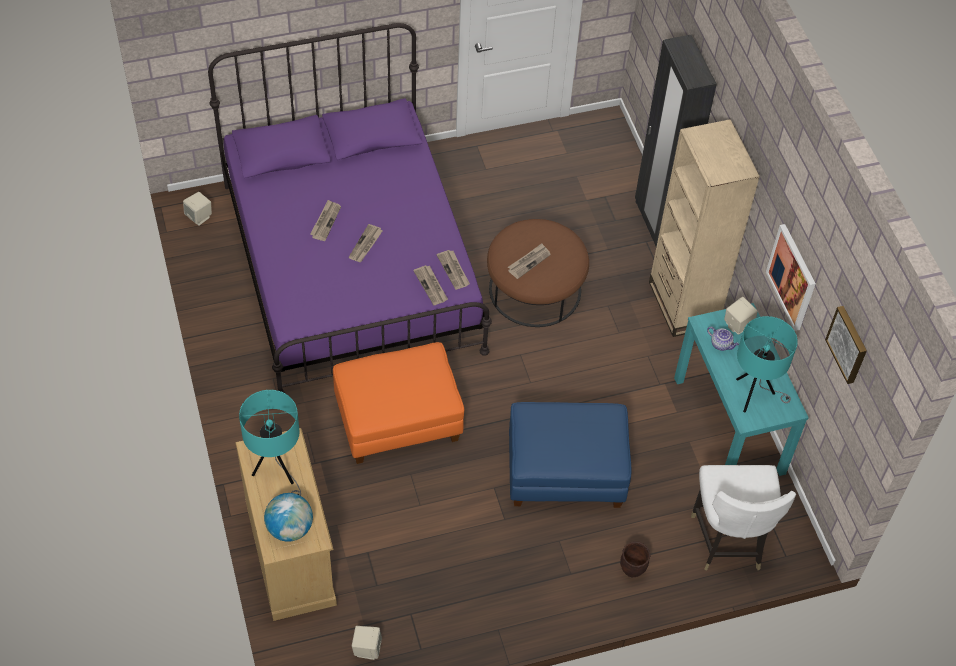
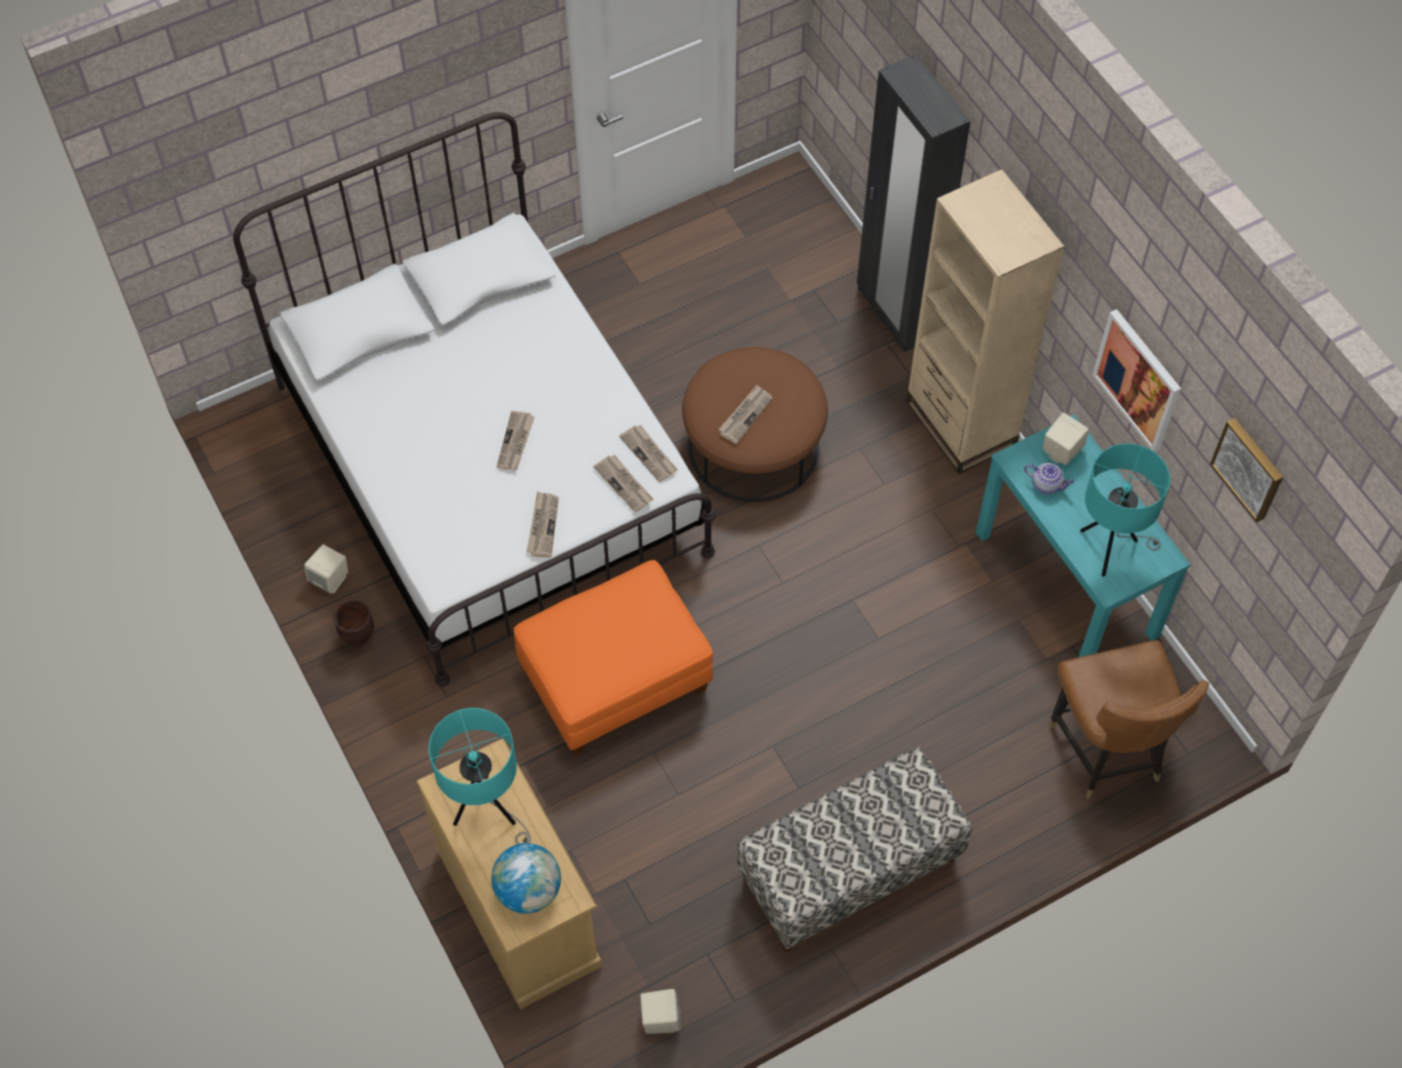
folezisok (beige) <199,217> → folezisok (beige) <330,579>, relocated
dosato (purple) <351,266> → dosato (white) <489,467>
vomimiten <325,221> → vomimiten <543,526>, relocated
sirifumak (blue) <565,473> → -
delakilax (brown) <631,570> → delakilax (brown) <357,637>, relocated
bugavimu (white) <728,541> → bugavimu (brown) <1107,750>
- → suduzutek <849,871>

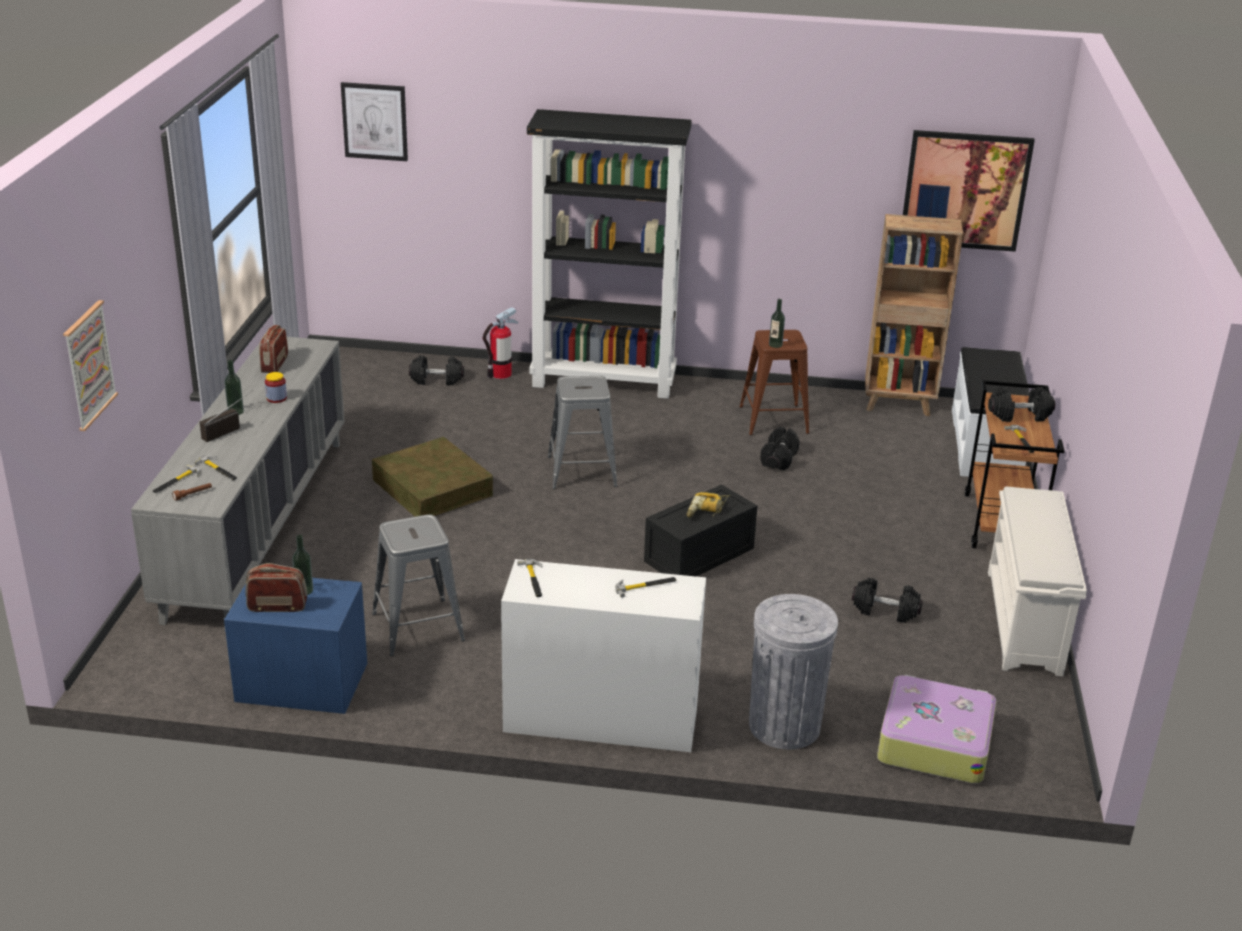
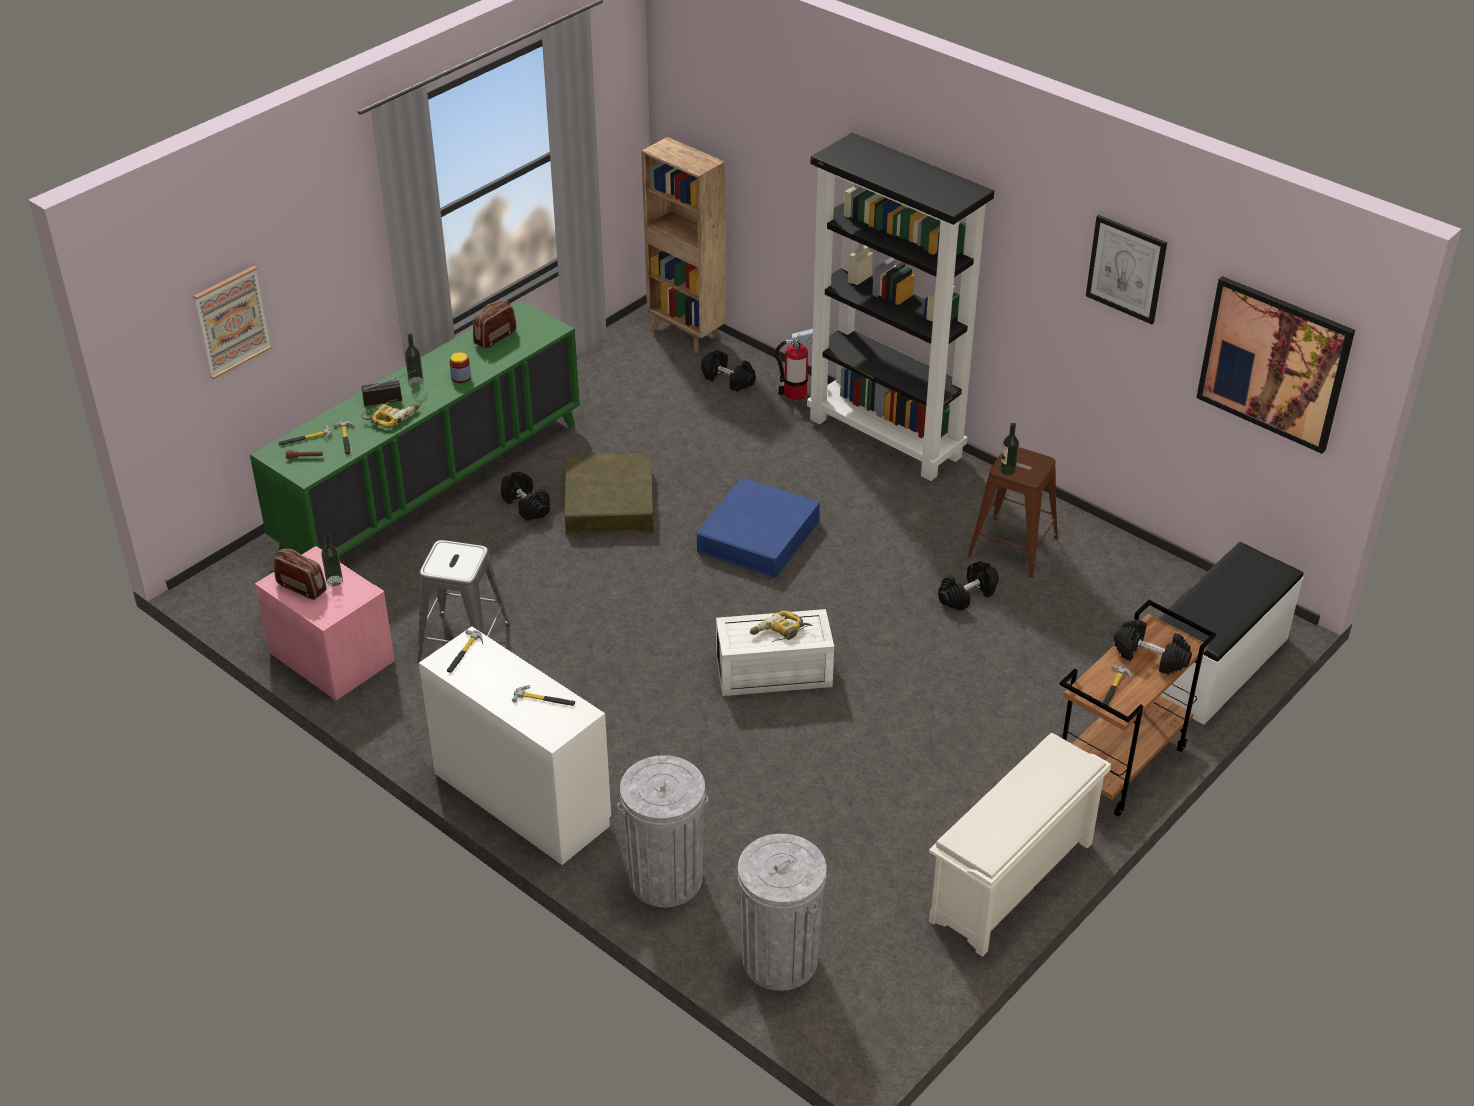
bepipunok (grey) <257,526> → bepipunok (green) <431,488>
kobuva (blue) <301,681> → kobuva (pink) <331,656>
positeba <375,121> → positeba <1126,269>, relocated
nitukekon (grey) <581,472> → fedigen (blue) <758,536>
fedigen (black) <699,556> → fedigen (white) <772,673>
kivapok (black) <885,610> → kivapok (black) <526,506>, relocated
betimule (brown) <899,405> → betimule (brown) <686,334>, relocated
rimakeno <933,742> → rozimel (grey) <779,959>
- → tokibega <392,416>

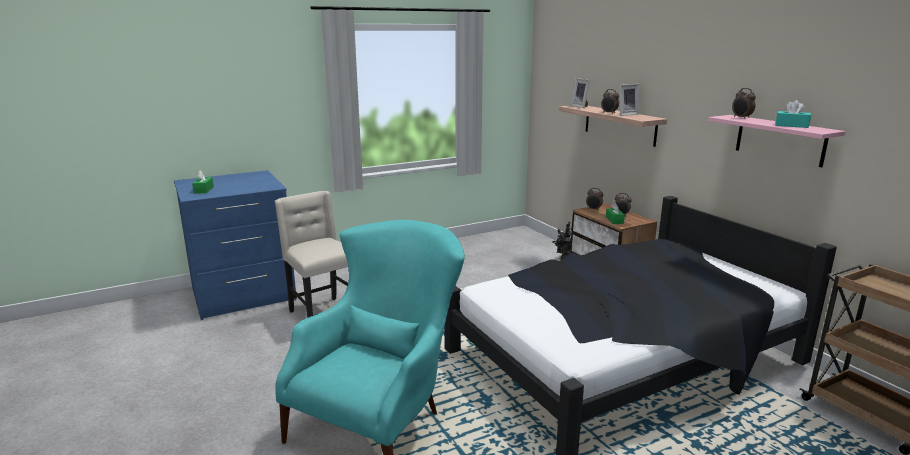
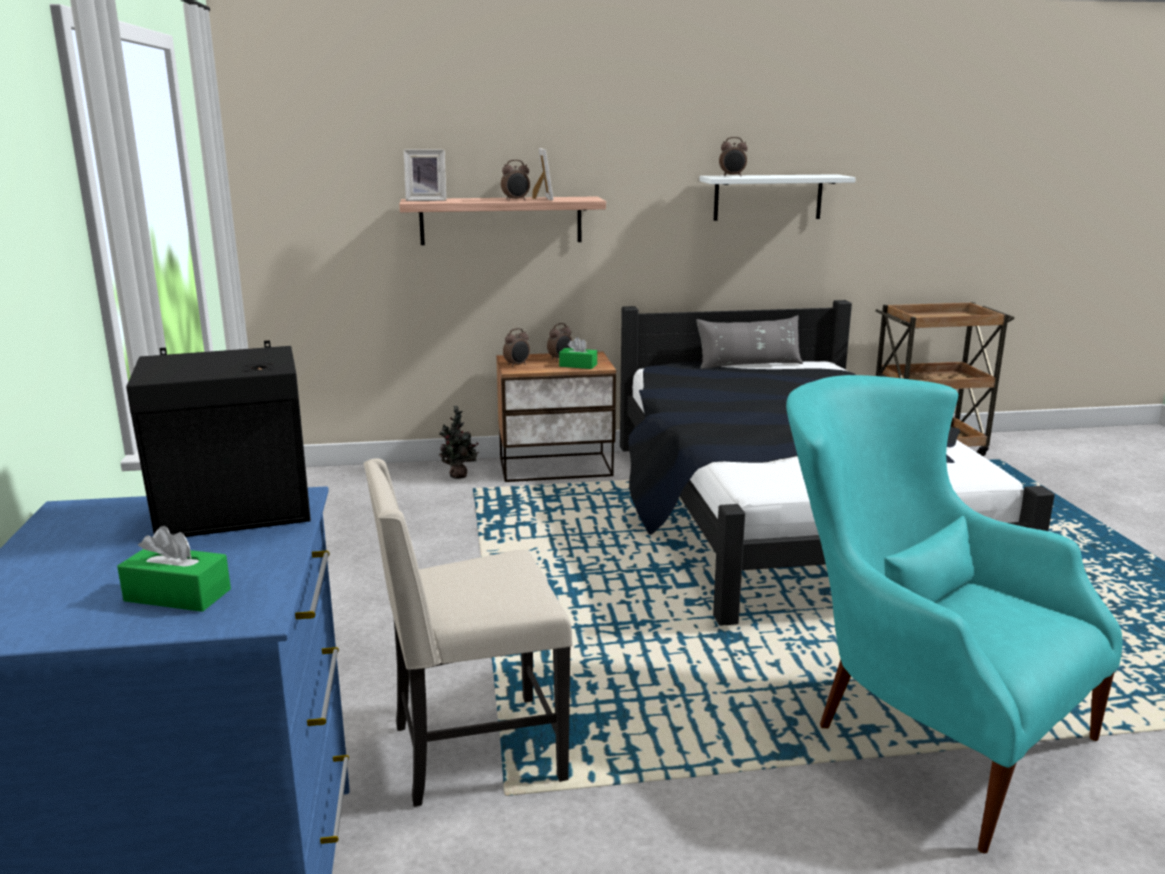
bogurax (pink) <780,140> → bogurax (white) <768,197>
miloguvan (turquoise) <791,125> → -
- → folezisok (black) <238,516>
- → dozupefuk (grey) <749,365>

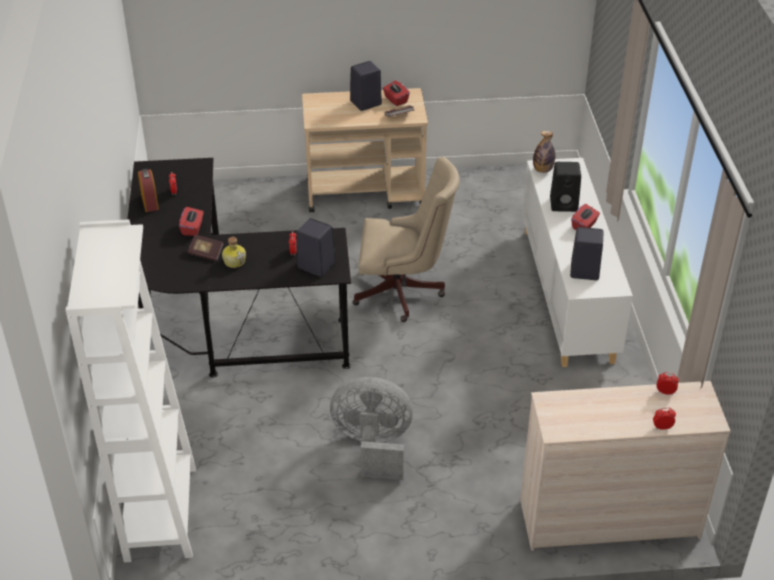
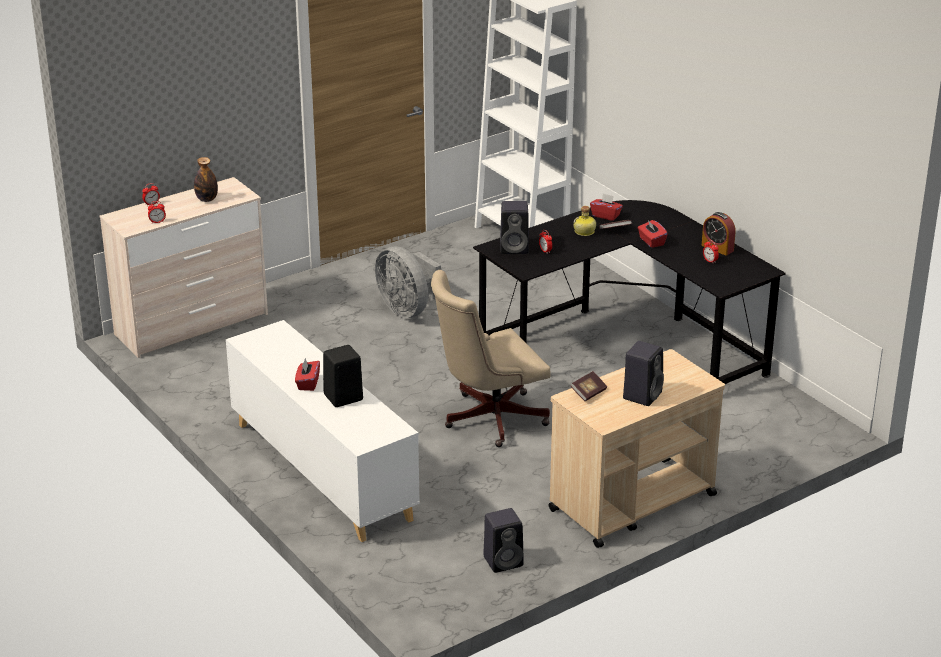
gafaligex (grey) <373,447> → gafaligex (grey) <408,310>, 75 degrees clockwise
miloguvan (red) <395,100> → miloguvan (red) <606,215>, relocated
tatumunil <542,170> → tatumunil <206,199>, relocated
folezisok (black) <583,271> → folezisok (black) <504,561>, relocated

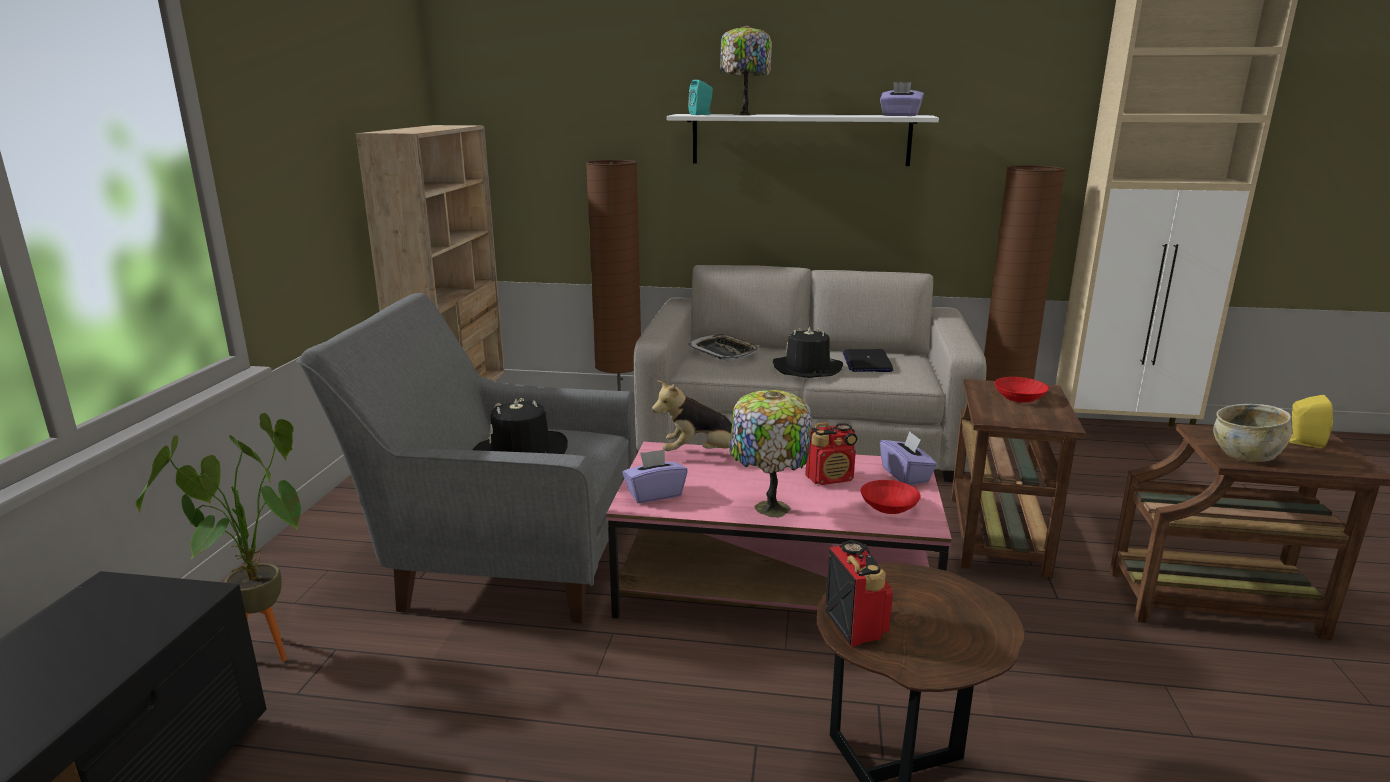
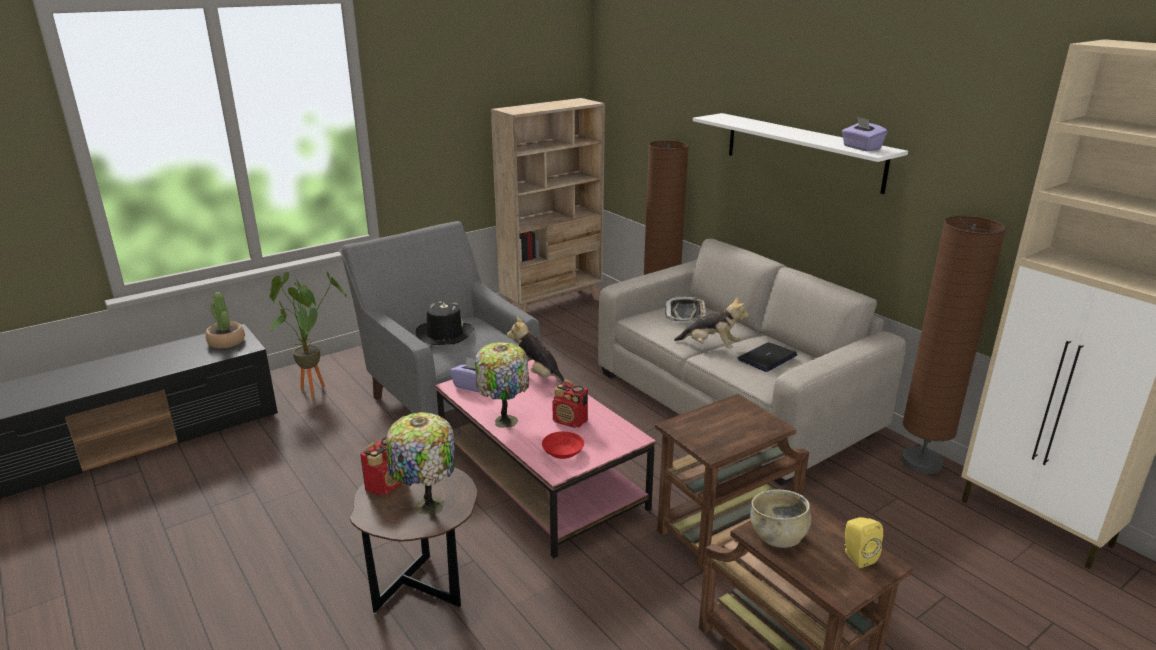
folezisok (turquoise) <701,114> → -
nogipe <743,114> → nogipe <426,506>, relocated
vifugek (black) <807,369> → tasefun <711,346>
miloguvan (purple) <906,475> → -
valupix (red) <1018,398> → -
- → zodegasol <226,342>

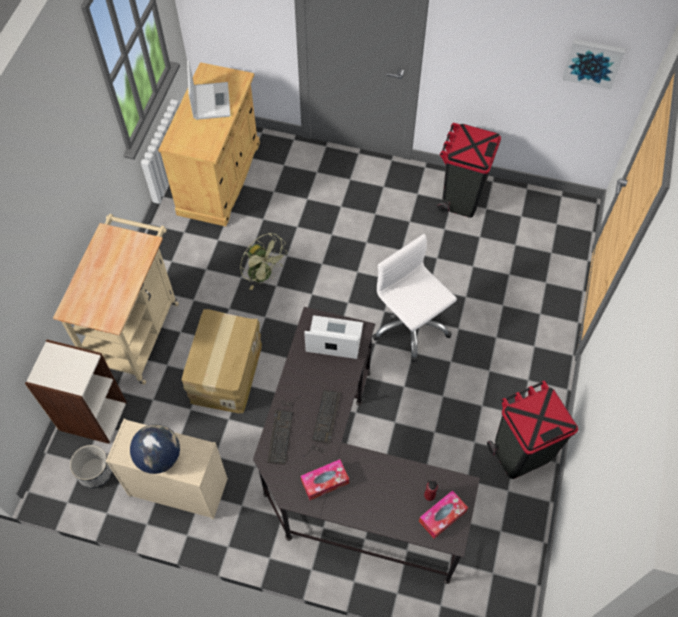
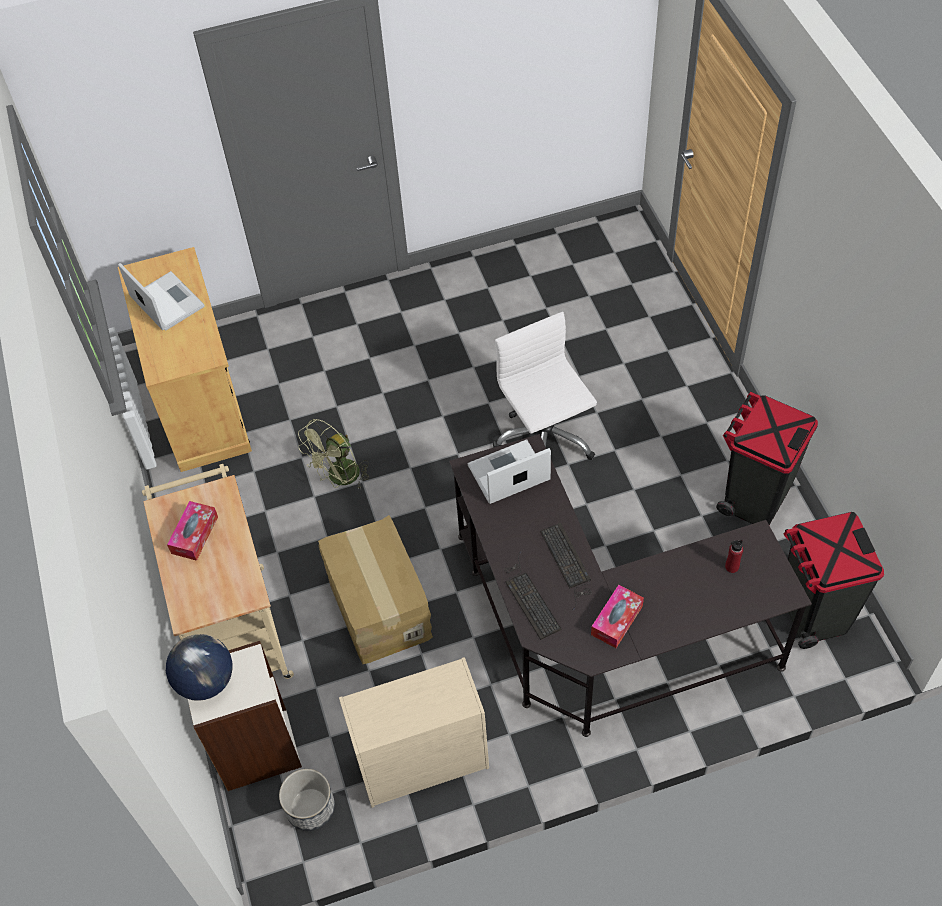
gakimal <159,457> → gakimal <205,681>, relocated
gafaligex (green) <264,275> → gafaligex (green) <339,478>, 120 degrees clockwise
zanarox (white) <410,326> → zanarox (white) <544,439>, 45 degrees clockwise
miloguvan <442,516> → miloguvan <194,535>, relocated
rozimel (black) <461,198> → rozimel (black) <812,613>, relocated
positeba <593,62> → -

